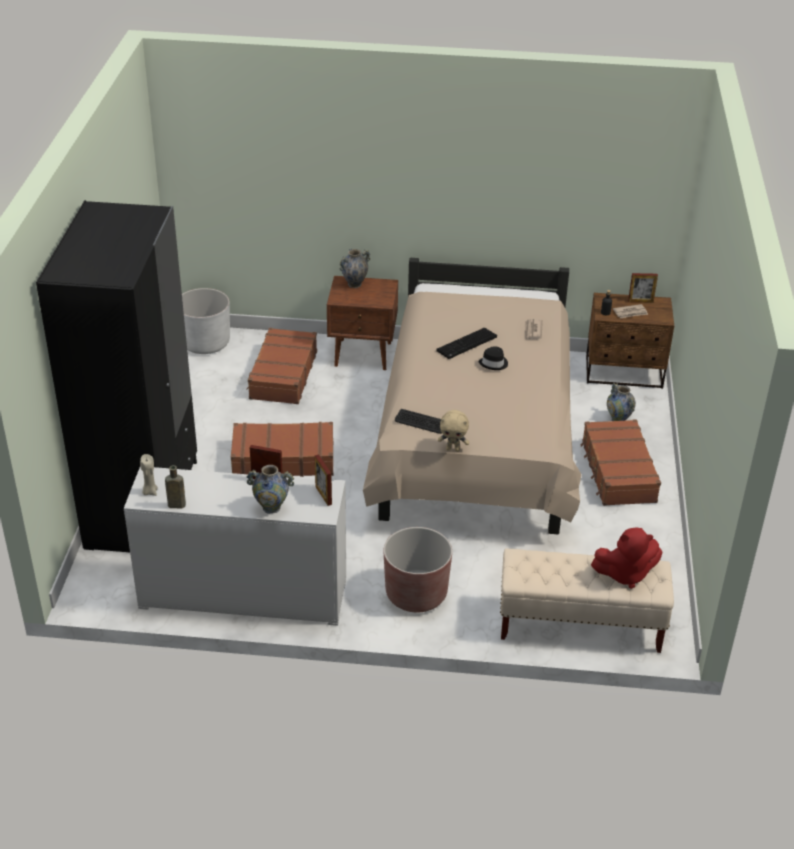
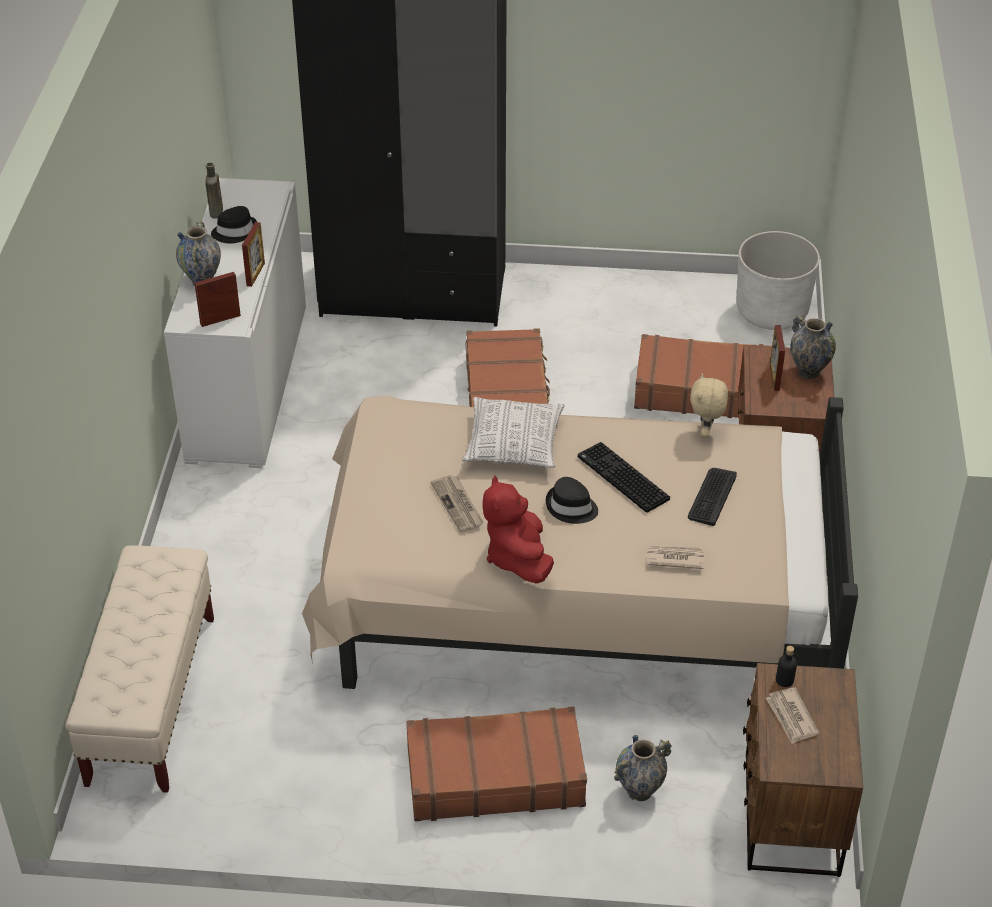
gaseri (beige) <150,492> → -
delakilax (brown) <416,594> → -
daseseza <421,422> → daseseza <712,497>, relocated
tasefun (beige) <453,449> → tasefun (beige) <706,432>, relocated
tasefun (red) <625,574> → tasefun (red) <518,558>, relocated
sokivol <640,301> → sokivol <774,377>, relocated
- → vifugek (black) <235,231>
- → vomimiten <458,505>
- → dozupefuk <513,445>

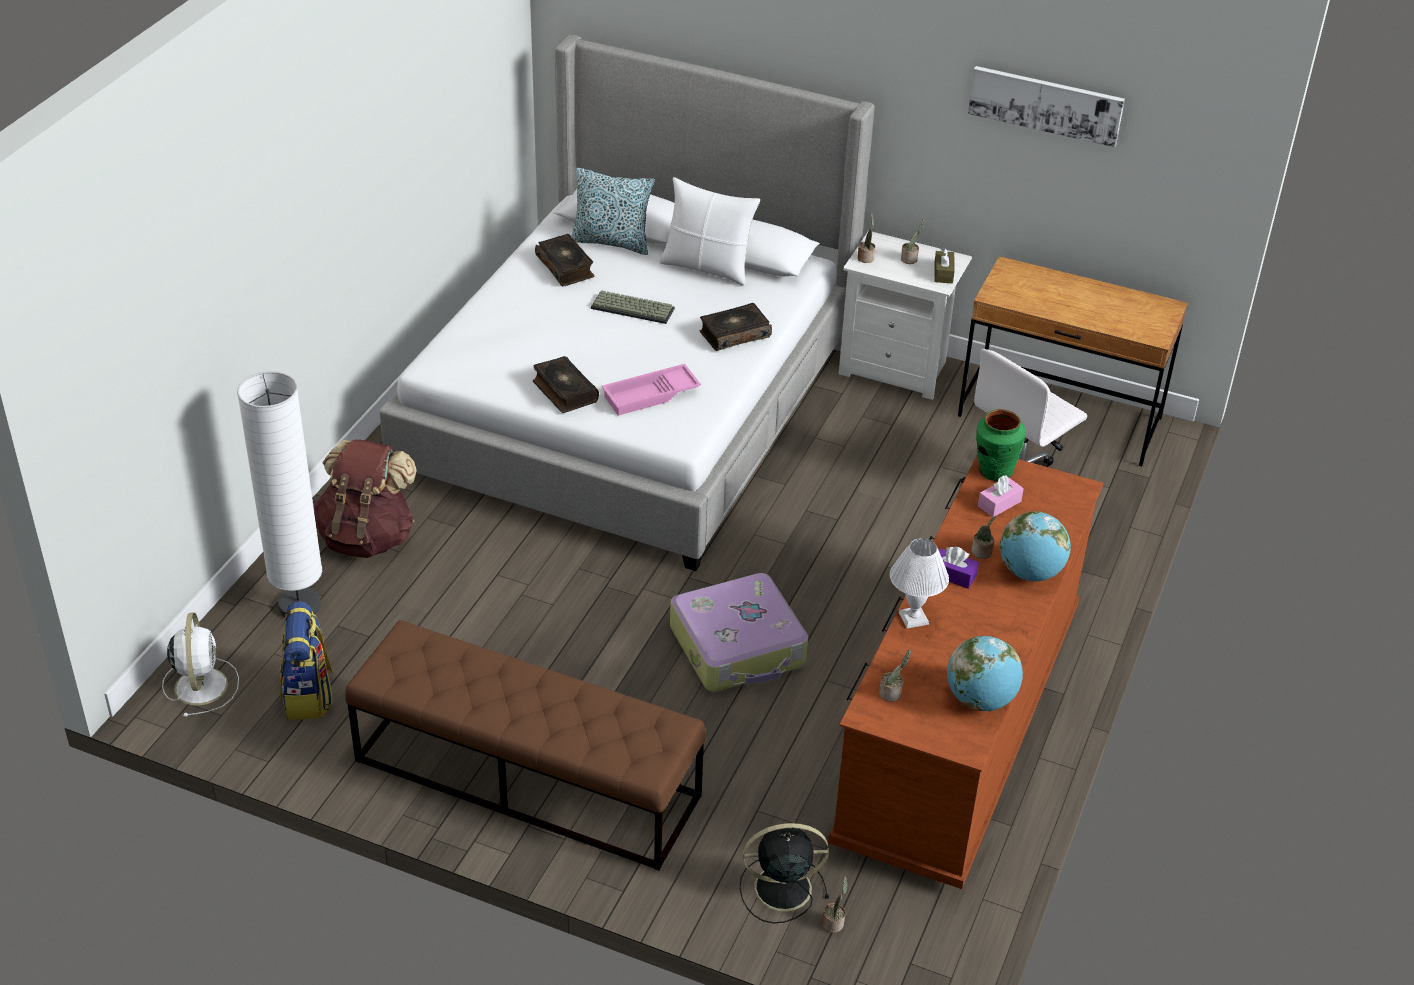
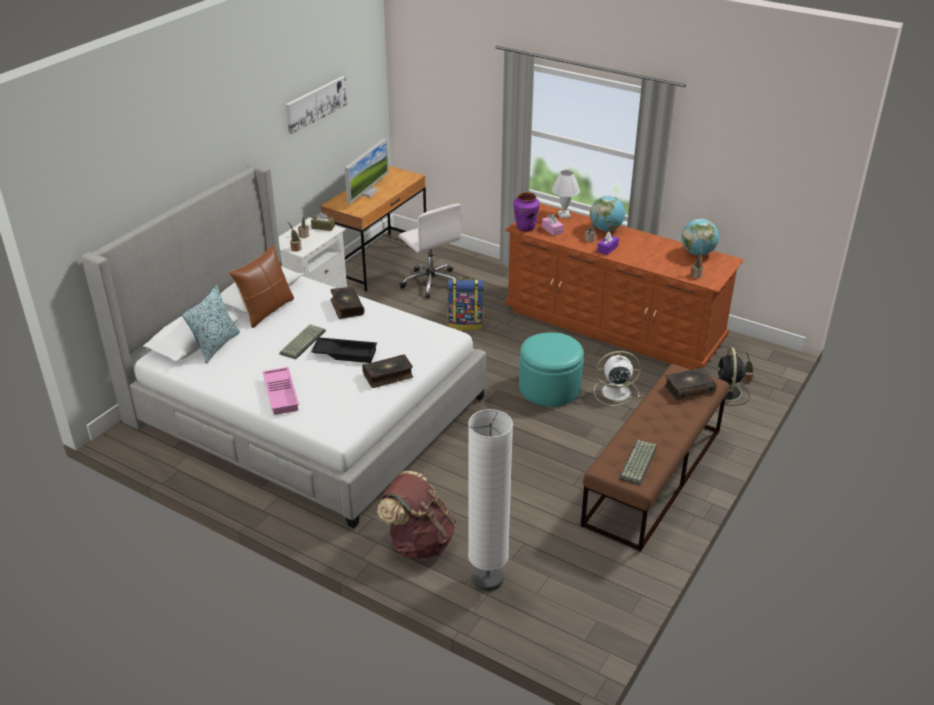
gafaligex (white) <201,684> → gafaligex (white) <614,392>, relocated
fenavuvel <309,696> → fenavuvel <465,324>, relocated
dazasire <565,267> → dazasire <688,388>, relocated
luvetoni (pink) <650,396> → luvetoni (pink) <282,394>, relocated
dozupefuk (white) <707,267> → dozupefuk (brown) <266,310>
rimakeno <739,647> → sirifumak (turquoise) <549,388>
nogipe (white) <914,618> → nogipe (white) <564,214>, relocated
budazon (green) <995,471> → budazon (purple) <525,227>
- → luvetoni (black) <345,353>
- → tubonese <368,192>
- → daseseza <639,463>

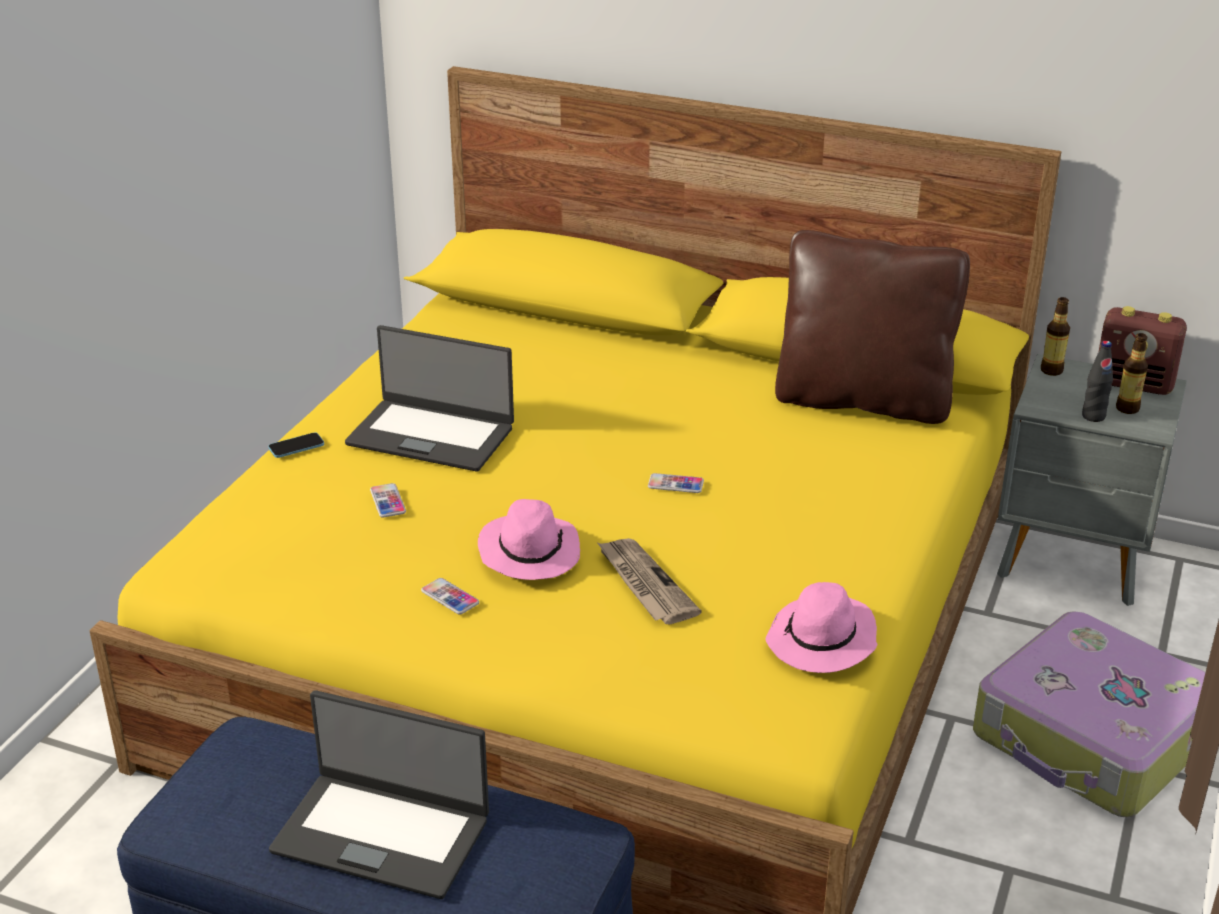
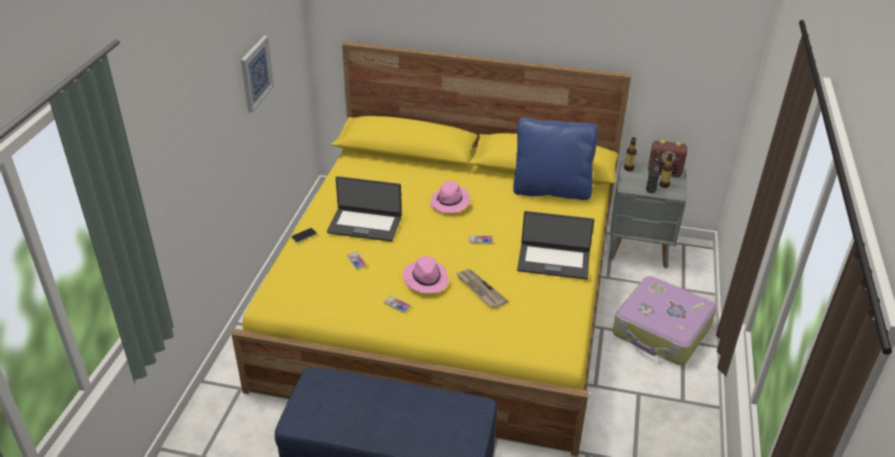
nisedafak <382,833> → nisedafak <553,261>, relocated
vifugek (pink) <822,641> → vifugek (pink) <450,203>, relocated
dozupefuk (brown) <863,400> → dozupefuk (blue) <551,190>
- → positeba <256,73>

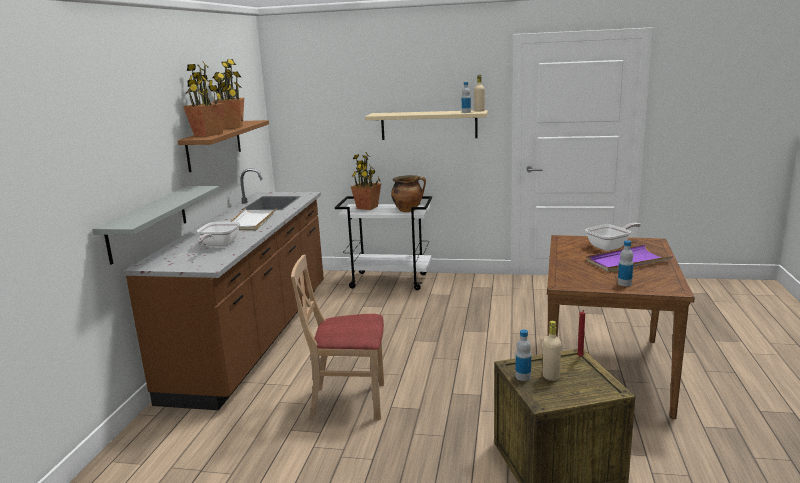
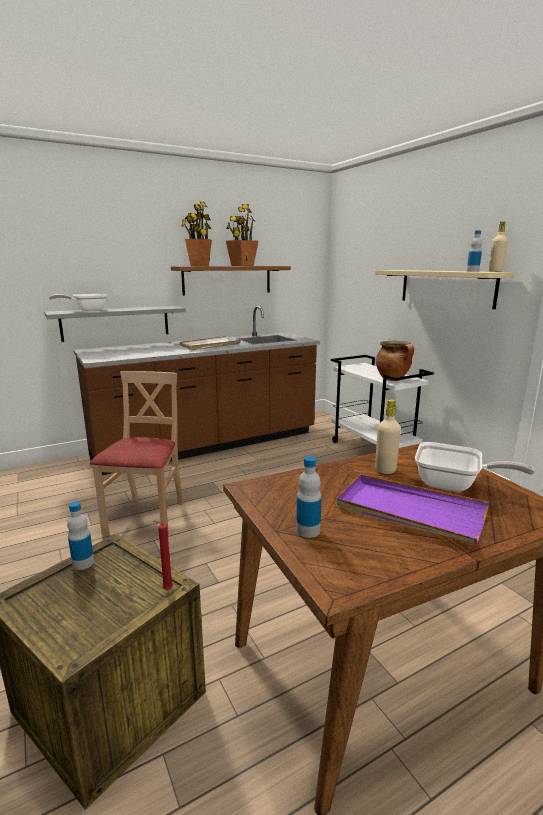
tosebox <218,245> → tosebox <87,310>, relocated
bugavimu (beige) <348,401> → bugavimu (beige) <147,517>, 45 degrees clockwise
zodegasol <367,207> → -
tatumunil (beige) <551,376> → tatumunil (beige) <385,470>, relocated

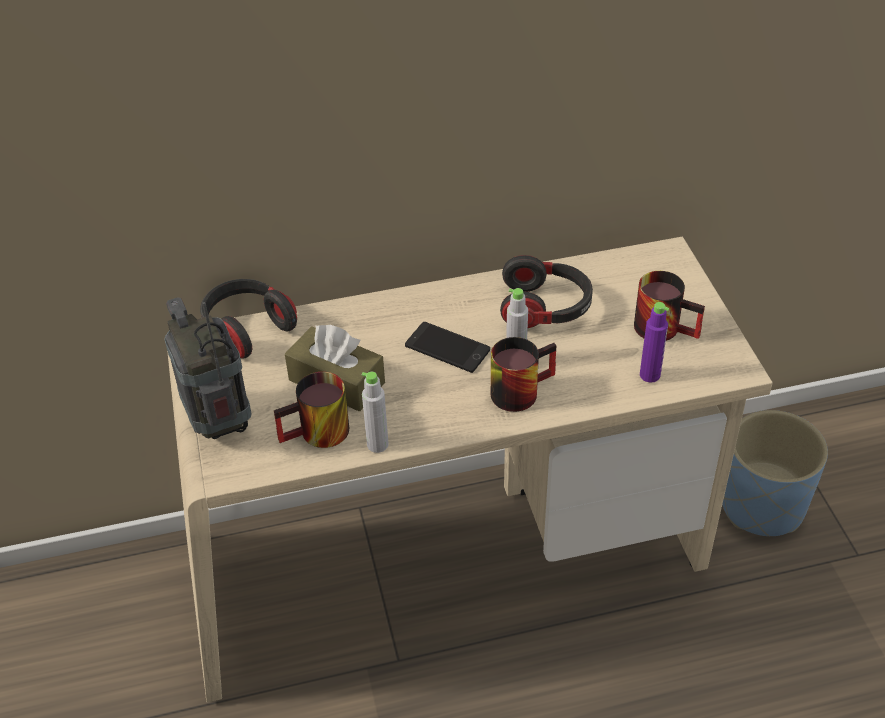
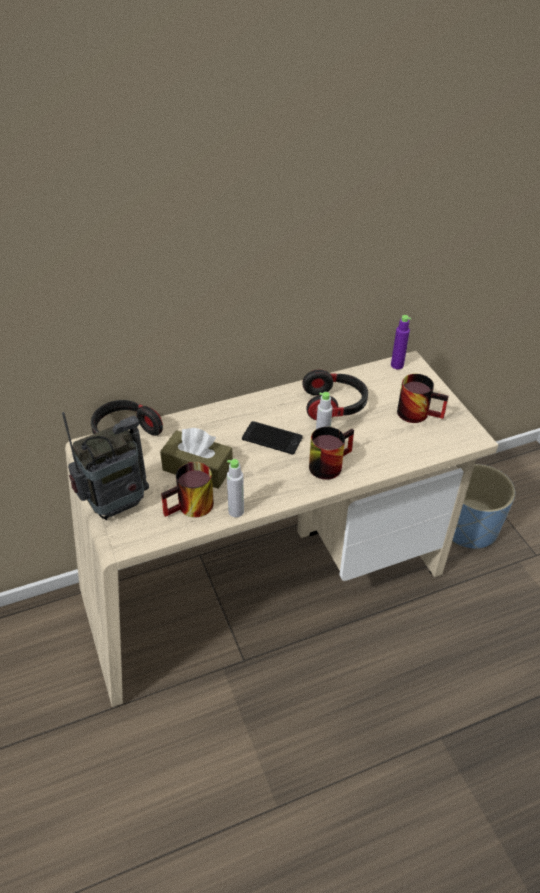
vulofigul <219,423> → vulofigul <117,506>, 90 degrees clockwise
tatumunil (purple) <649,375> → tatumunil (purple) <397,365>, relocated

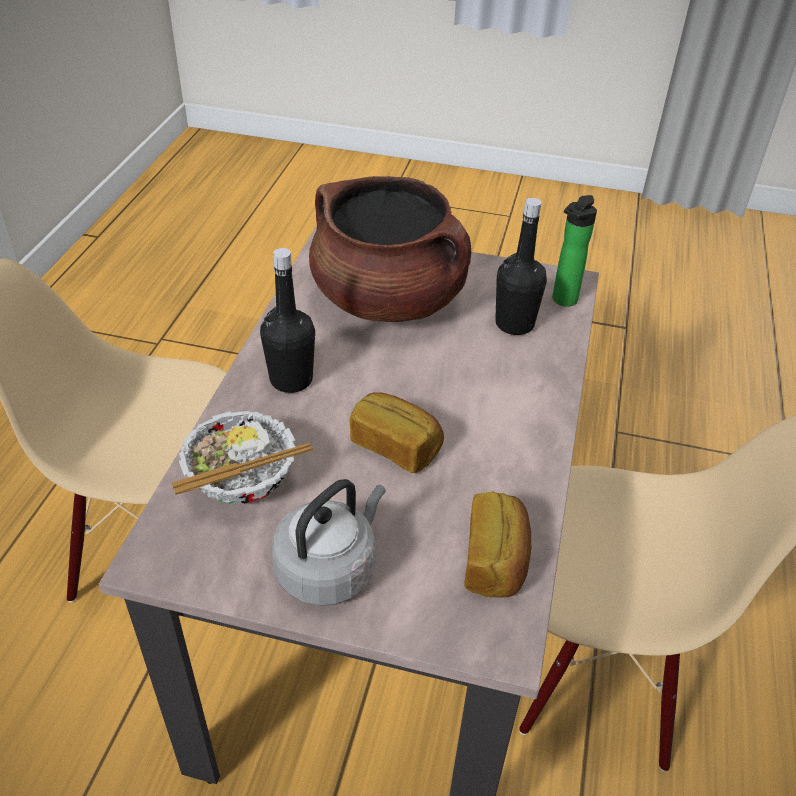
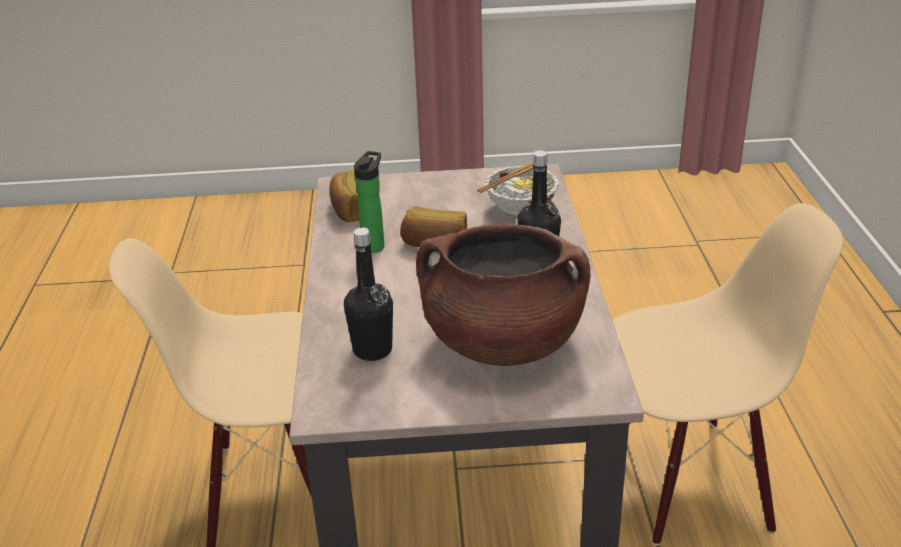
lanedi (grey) <330,568> → -
tatumunil <562,301> → tatumunil <374,245>, relocated

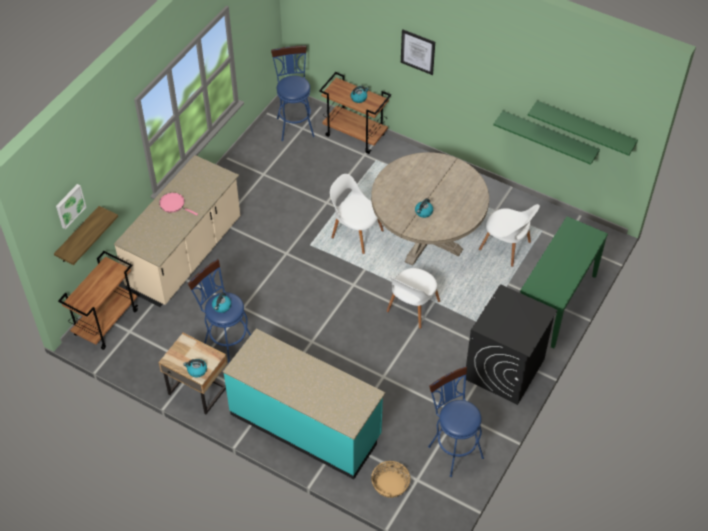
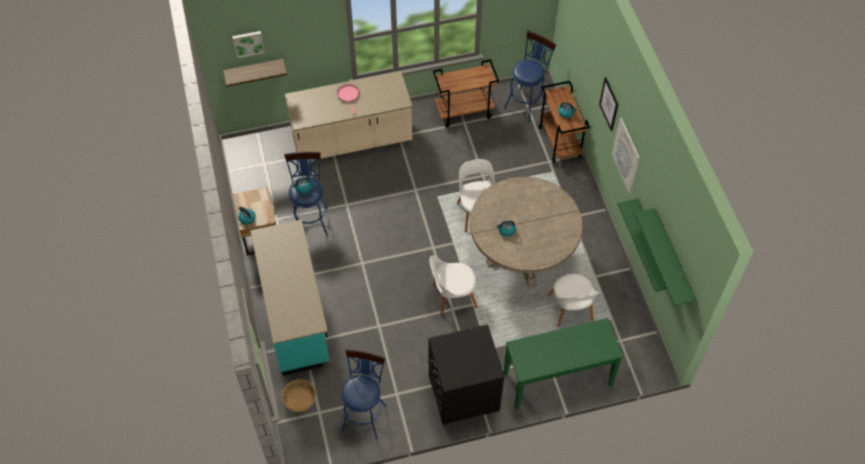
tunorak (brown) <106,322> → tunorak (brown) <464,111>, relocated
- → positeba <626,155>

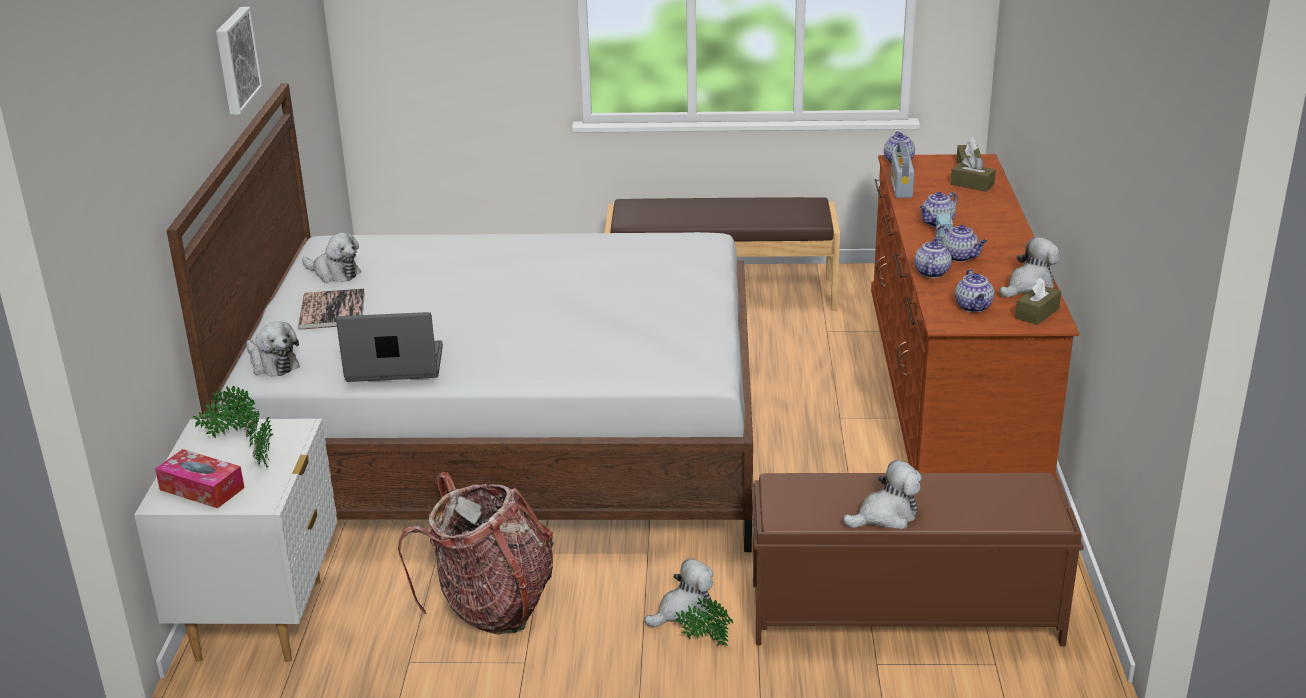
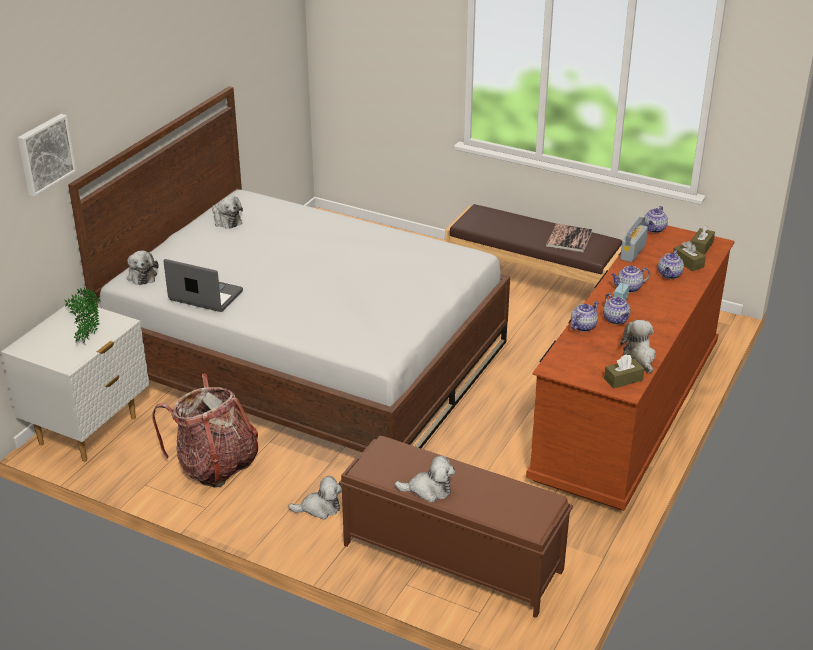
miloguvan <202,489> → -
positeba <235,60> → positeba <44,154>, relocated
dazasire <332,310> → dazasire <569,239>, relocated
zodegasol <704,640> → -
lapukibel <974,307> → lapukibel <669,275>, relocated
tasefun <1029,287> → tasefun <639,357>, 90 degrees counterclockwise

